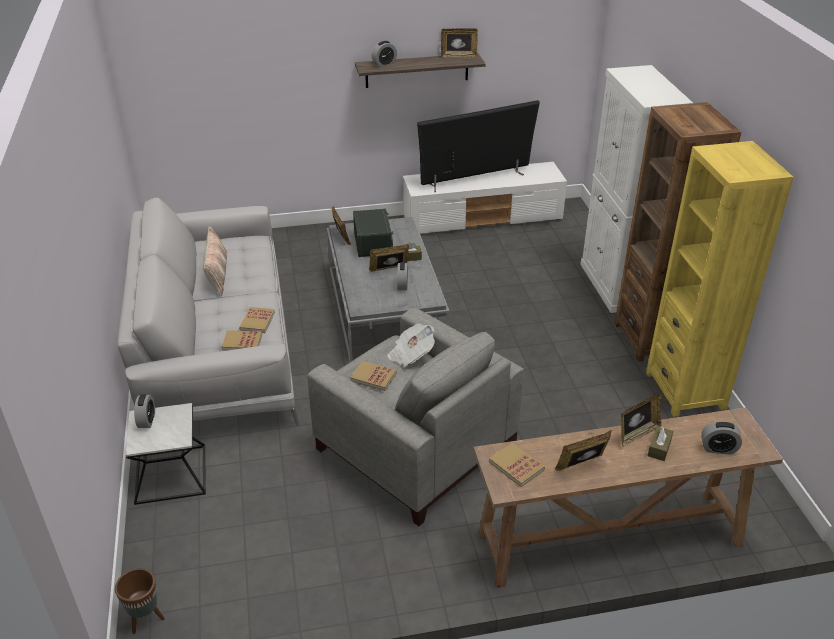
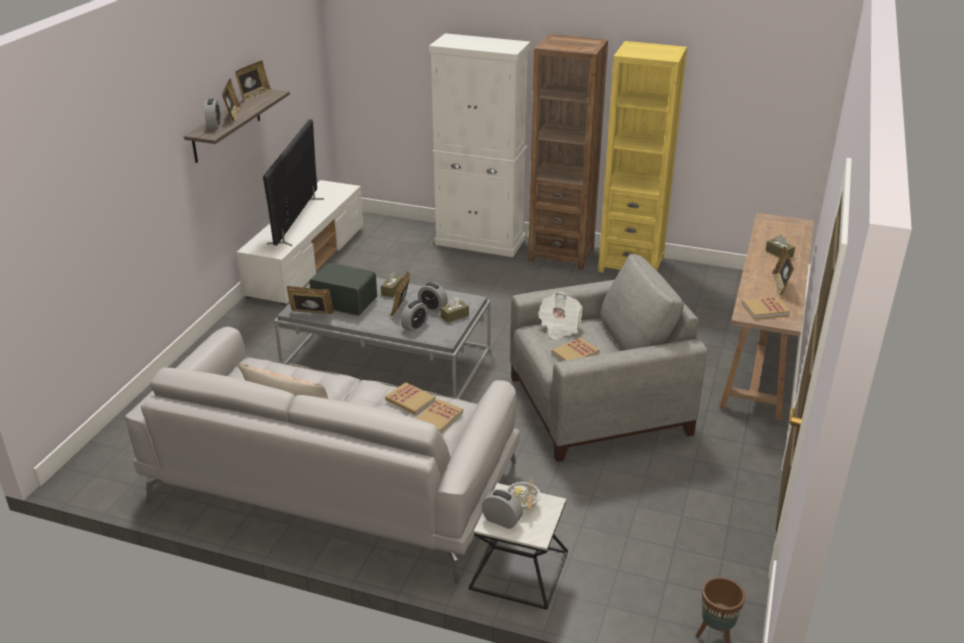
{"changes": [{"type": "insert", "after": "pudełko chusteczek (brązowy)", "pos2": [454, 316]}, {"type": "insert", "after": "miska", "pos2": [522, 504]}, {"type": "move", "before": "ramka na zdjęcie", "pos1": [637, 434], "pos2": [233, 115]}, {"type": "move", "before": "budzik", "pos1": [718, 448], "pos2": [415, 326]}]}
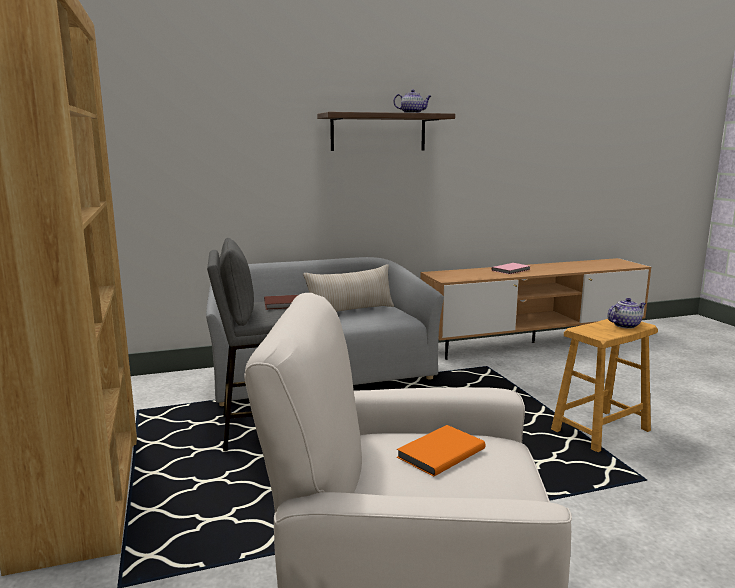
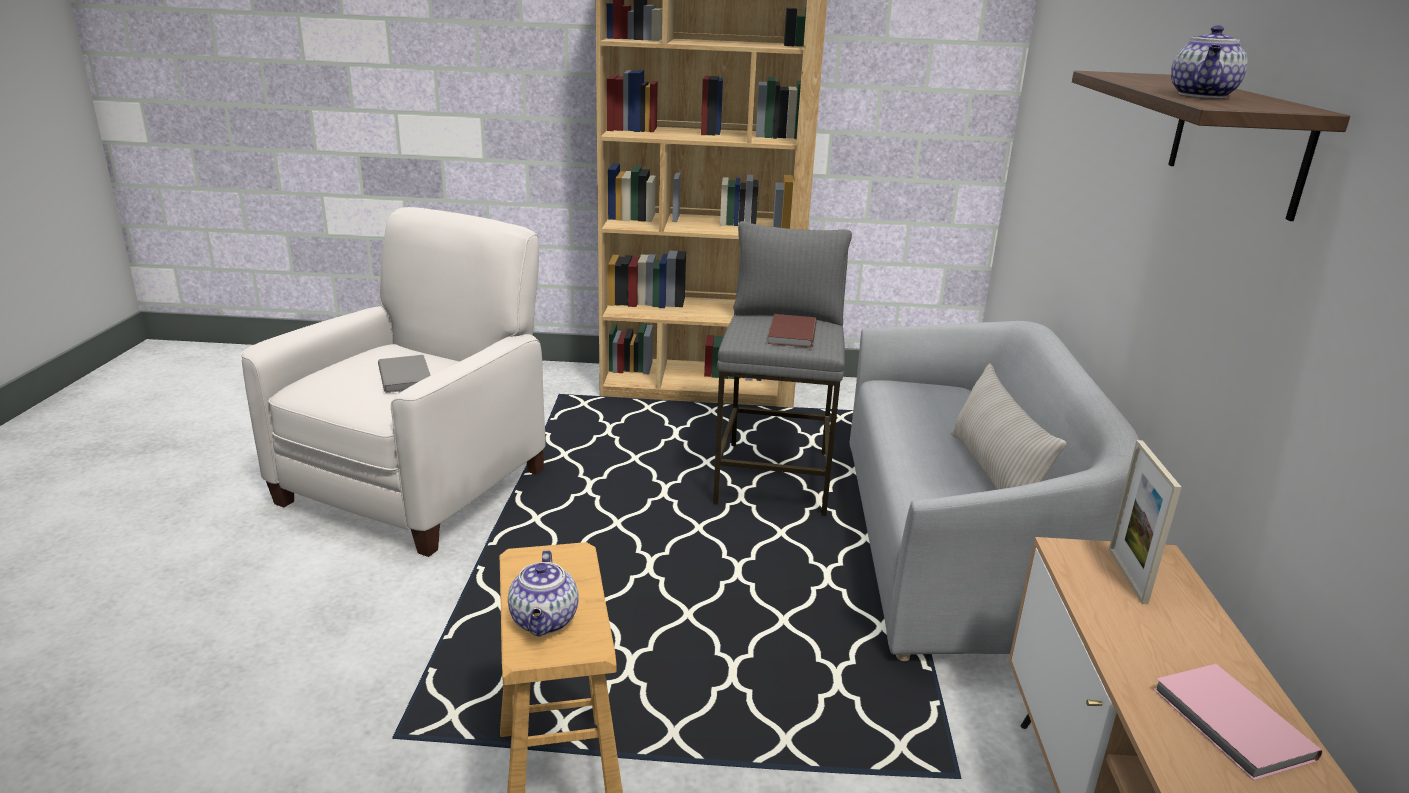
{"changes": [{"type": "insert", "after": "ramka na zdjęcie", "pos2": [1127, 575]}, {"type": "recolor", "before": "książka (pomarańczowy)", "after": "książka (szary)", "pos1": [439, 453], "pos2": [406, 376]}]}
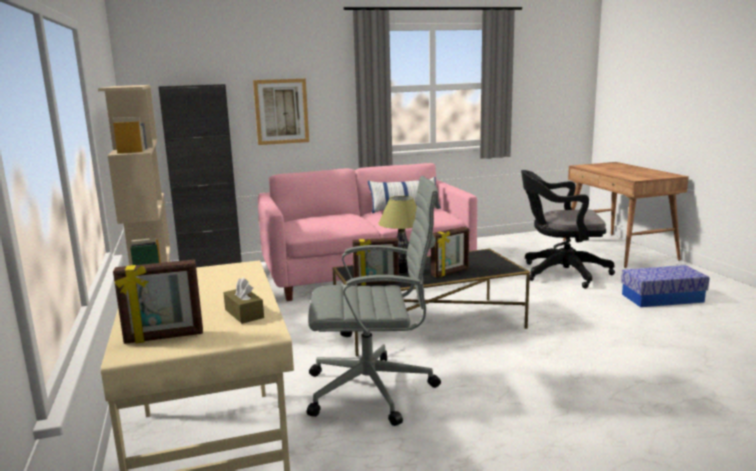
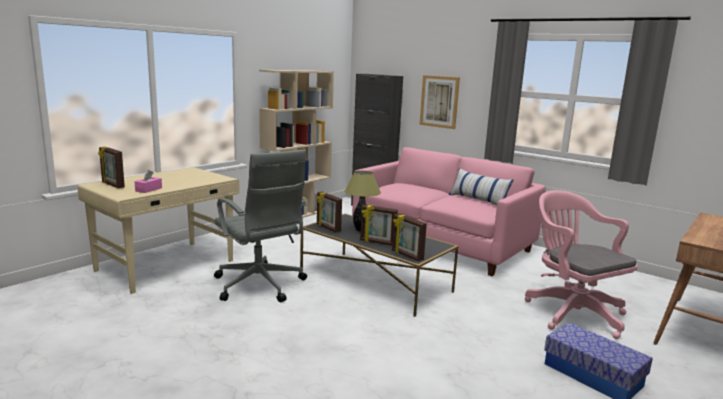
{"changes": [{"type": "insert", "after": "ramka na zdjęcie", "pos2": [407, 255]}, {"type": "recolor", "before": "pudełko chusteczek (brązowy)", "after": "pudełko chusteczek (różowy)", "pos1": [244, 314], "pos2": [148, 189]}, {"type": "recolor", "before": "krzesło biurowe (czarny)", "after": "krzesło biurowe (różowy)", "pos1": [560, 273], "pos2": [571, 312]}]}
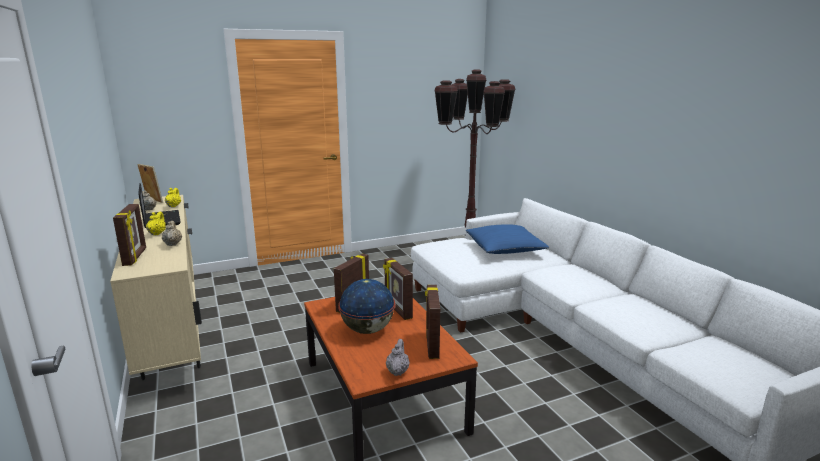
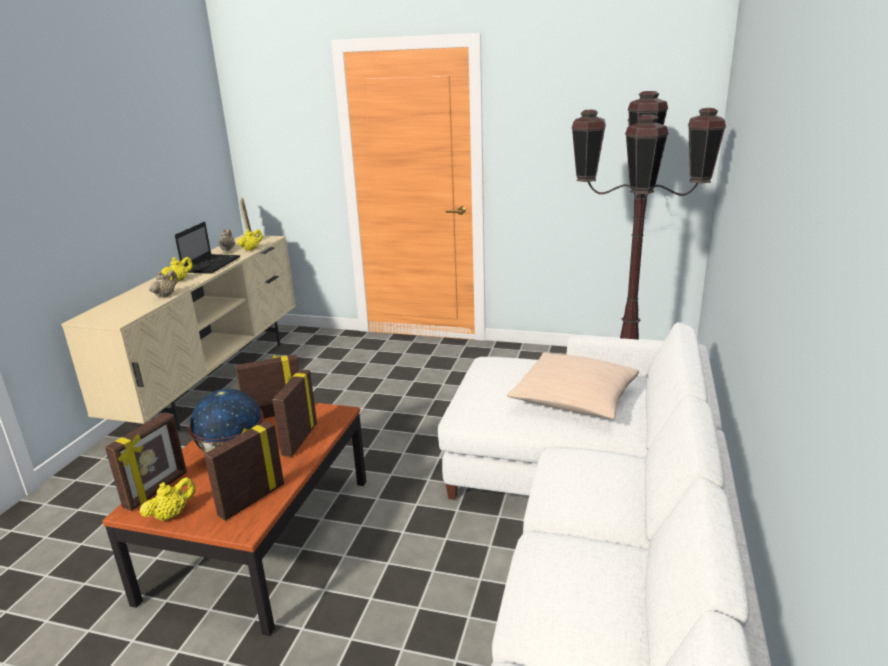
{"changes": [{"type": "move", "before": "ramka na zdjęcie", "pos1": [135, 257], "pos2": [157, 490]}, {"type": "recolor", "before": "imbryk (szary)", "after": "imbryk (żółty)", "pos1": [397, 371], "pos2": [171, 515]}, {"type": "recolor", "before": "poduszka (niebieski)", "after": "poduszka (beżowy)", "pos1": [505, 249], "pos2": [574, 399]}]}
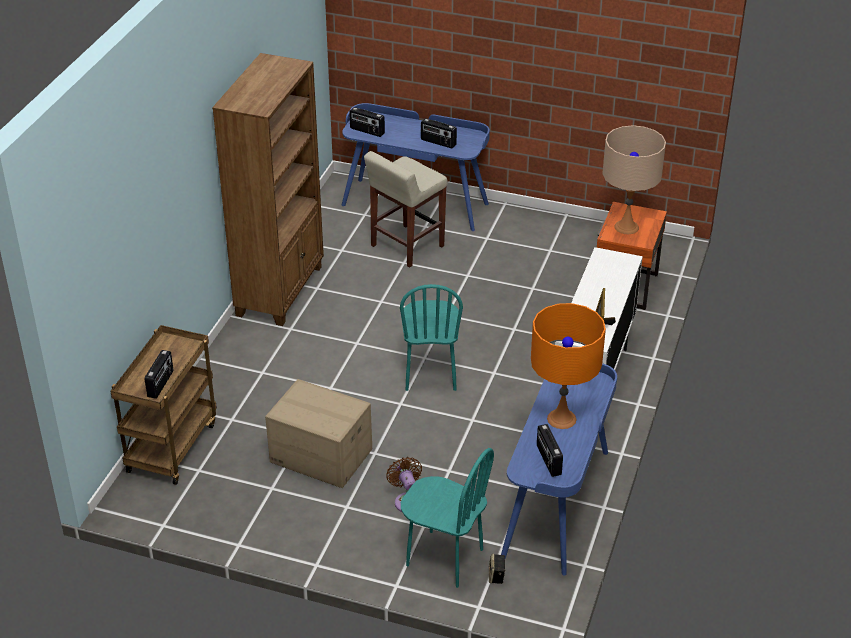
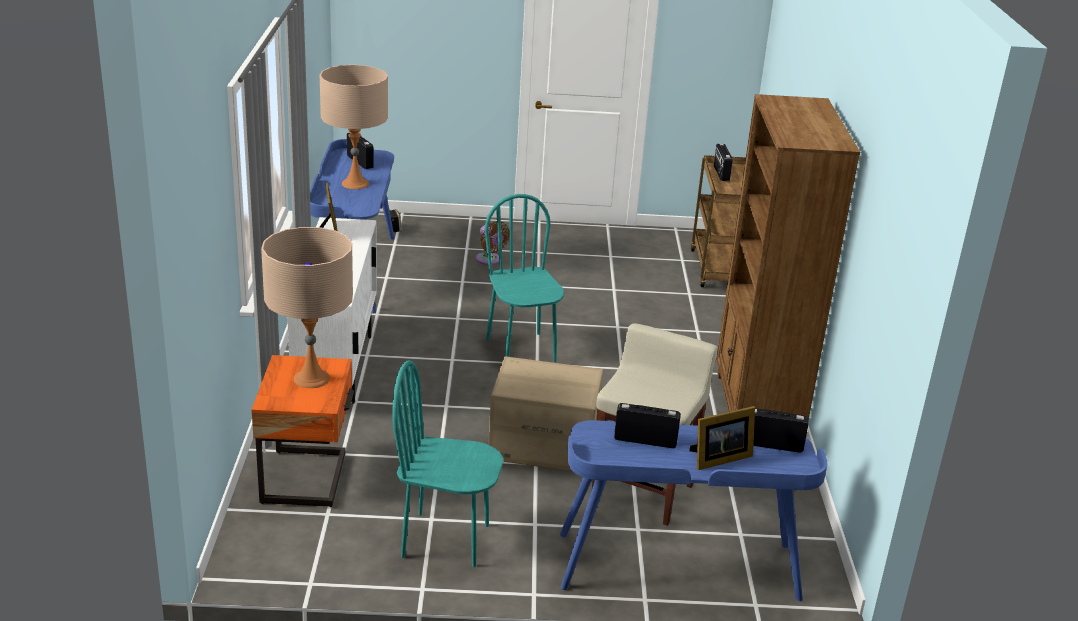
{"changes": [{"type": "insert", "after": "ramka na zdjęcie", "pos2": [718, 458]}, {"type": "move", "before": "karton", "pos1": [320, 456], "pos2": [543, 445]}, {"type": "move", "before": "krzesło (turkusowy)", "pos1": [444, 558], "pos2": [446, 540]}, {"type": "recolor", "before": "lampa stołowa (pomarańczowy)", "after": "lampa stołowa (beżowy)", "pos1": [561, 419], "pos2": [355, 183]}]}
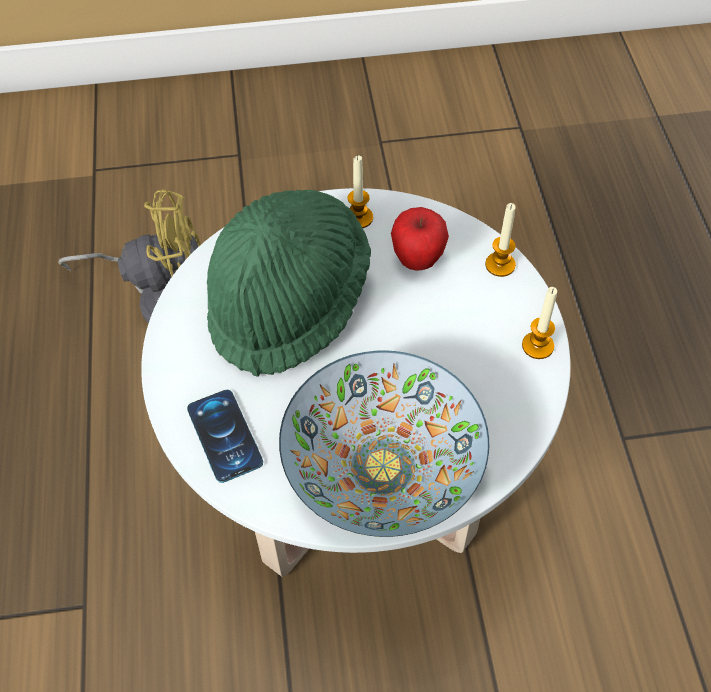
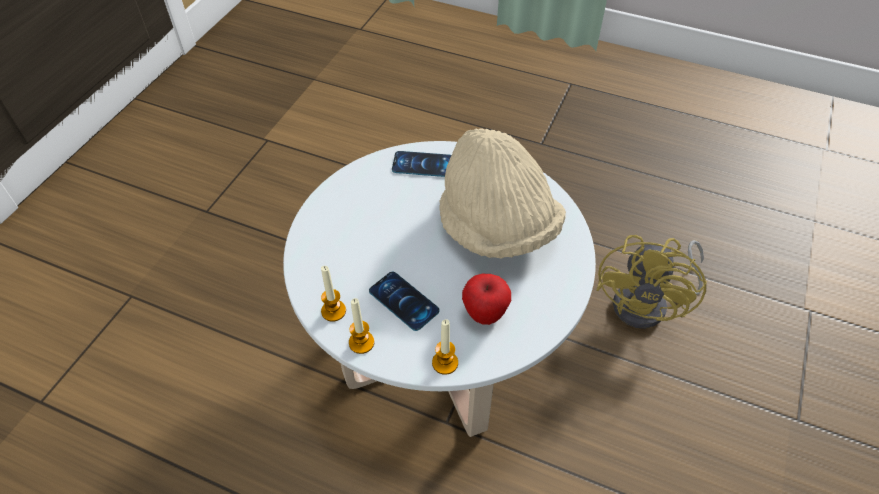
{"changes": [{"type": "delete", "before": "miska", "pos1": [384, 467]}, {"type": "insert", "after": "telefon", "pos2": [403, 301]}, {"type": "move", "before": "świeca", "pos1": [358, 218], "pos2": [333, 311]}, {"type": "recolor", "before": "kapelusz (zielony)", "after": "kapelusz (beżowy)", "pos1": [288, 302], "pos2": [496, 228]}]}
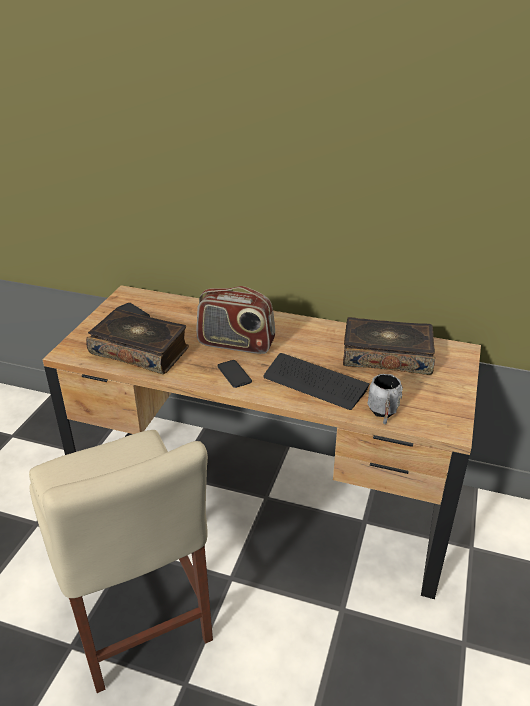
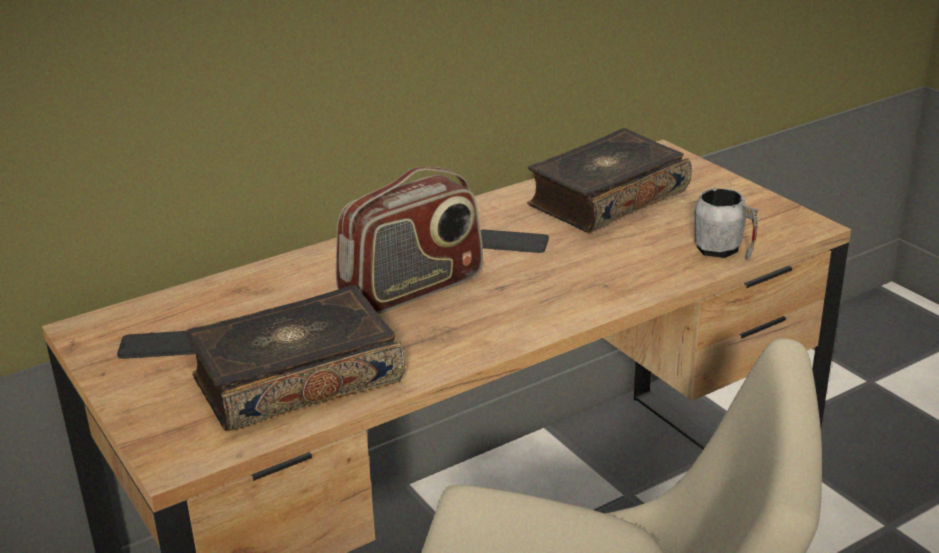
{"changes": [{"type": "delete", "before": "klawiatura", "pos1": [315, 383]}, {"type": "move", "before": "telefon", "pos1": [234, 374], "pos2": [511, 242]}]}
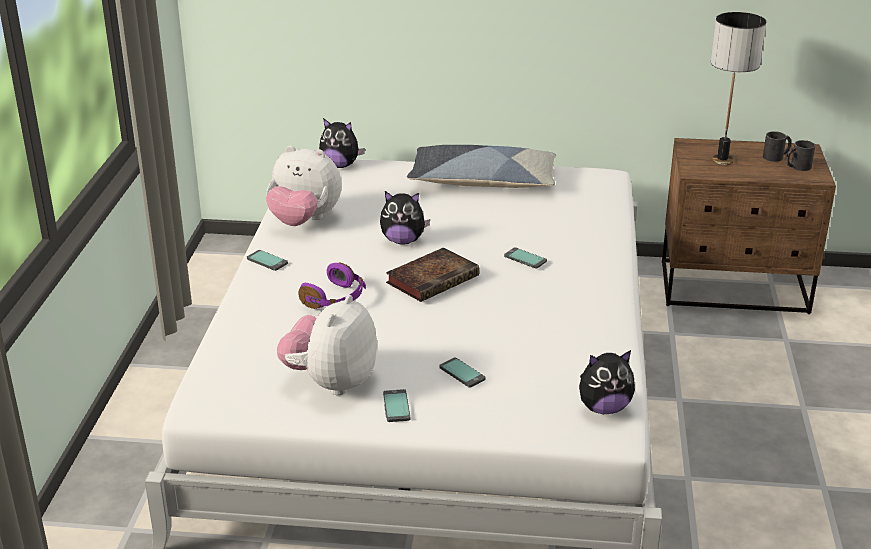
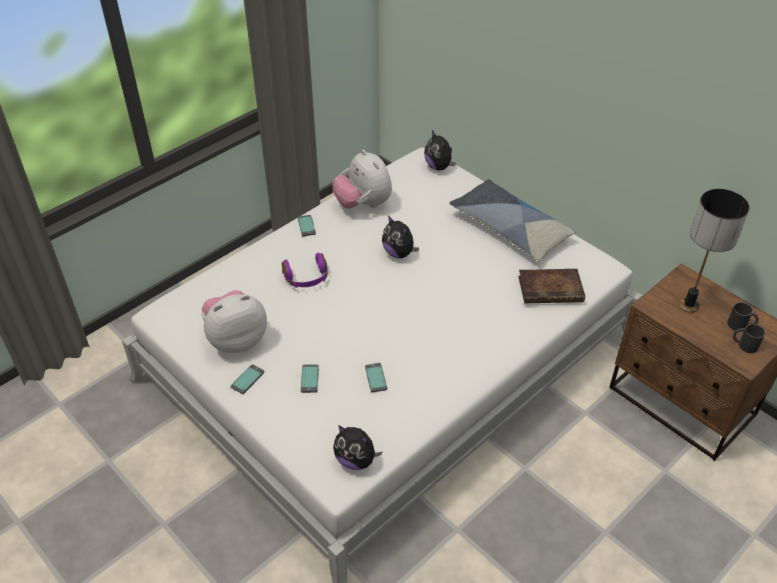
{"changes": [{"type": "move", "before": "książka", "pos1": [433, 278], "pos2": [552, 289]}, {"type": "move", "before": "telefon", "pos1": [525, 259], "pos2": [375, 378]}]}
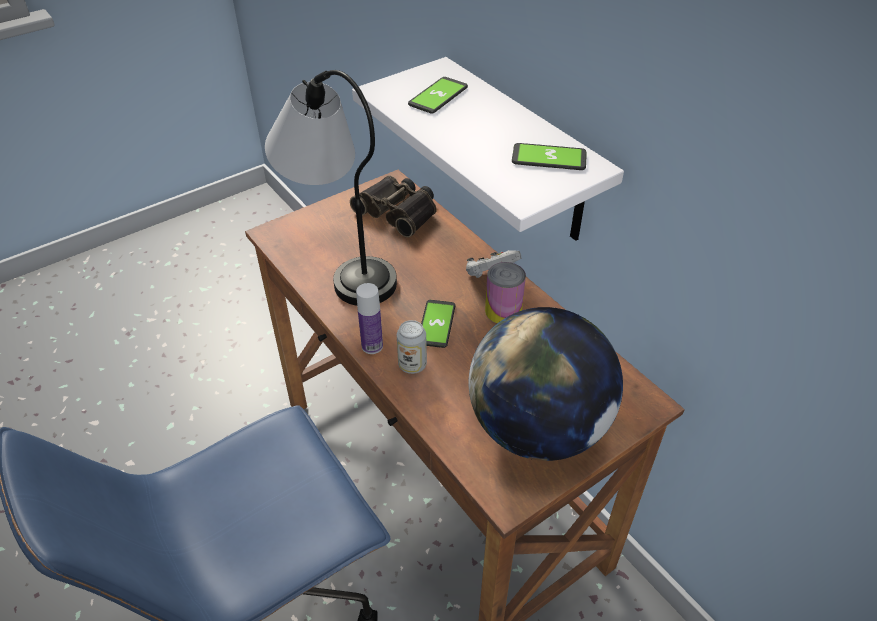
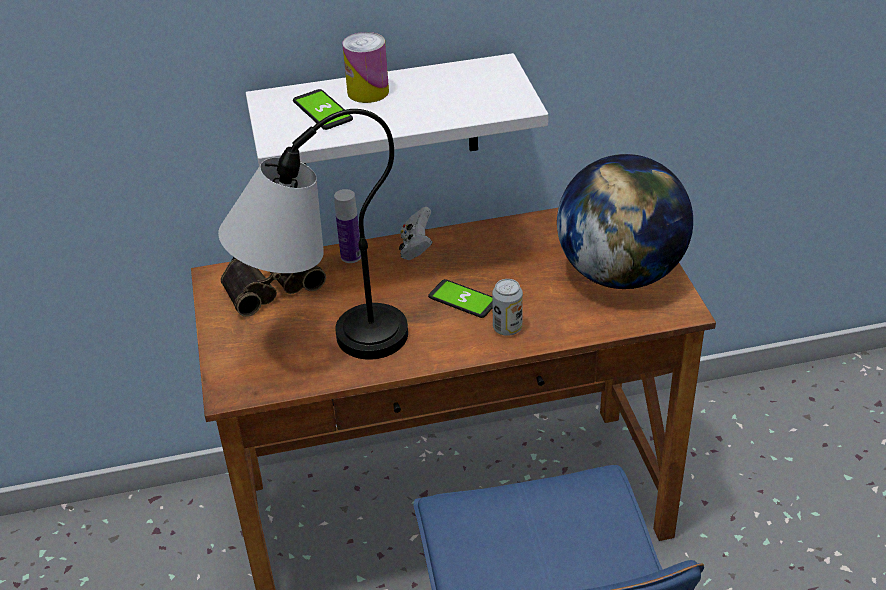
{"changes": [{"type": "delete", "before": "telefon", "pos1": [549, 158]}, {"type": "move", "before": "butelka", "pos1": [372, 346], "pos2": [351, 256]}, {"type": "move", "before": "puszka", "pos1": [503, 311], "pos2": [368, 92]}]}
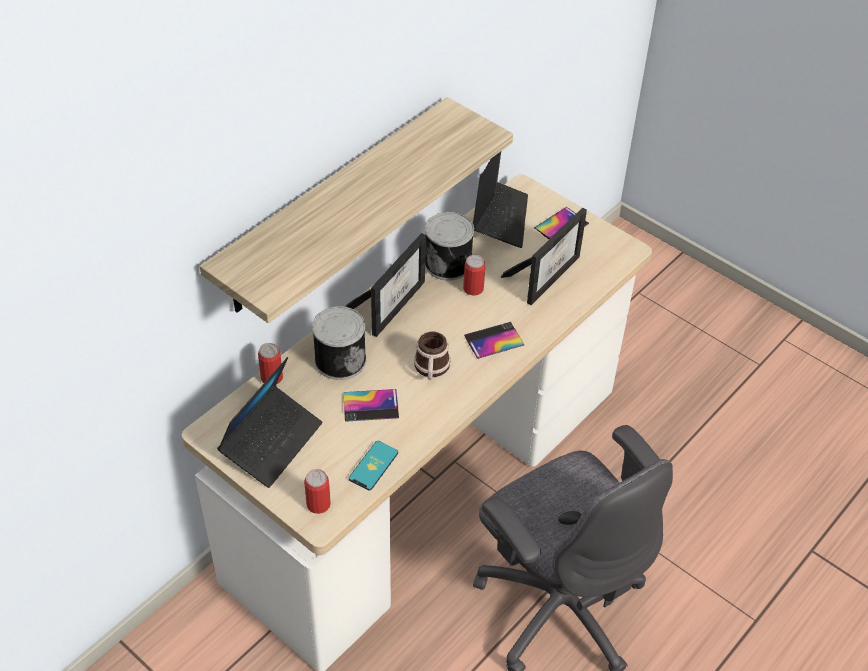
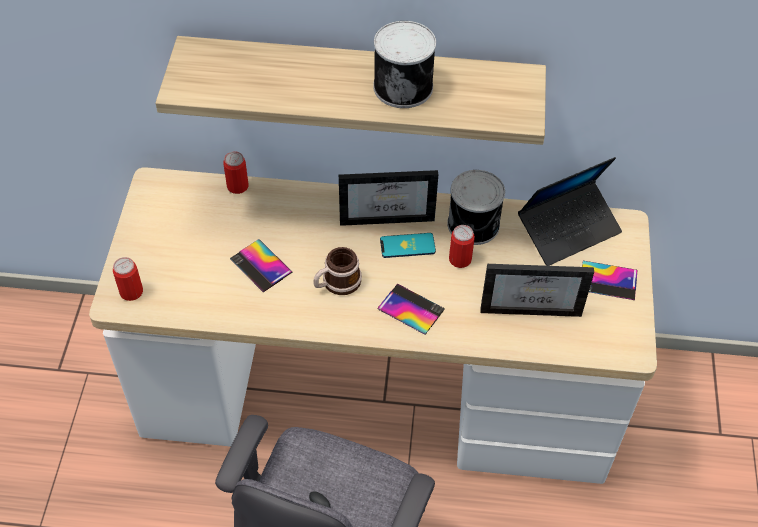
{"changes": [{"type": "delete", "before": "laptop", "pos1": [272, 442]}, {"type": "move", "before": "puszka", "pos1": [339, 359], "pos2": [403, 86]}, {"type": "move", "before": "telefon", "pos1": [373, 466], "pos2": [407, 246]}]}
